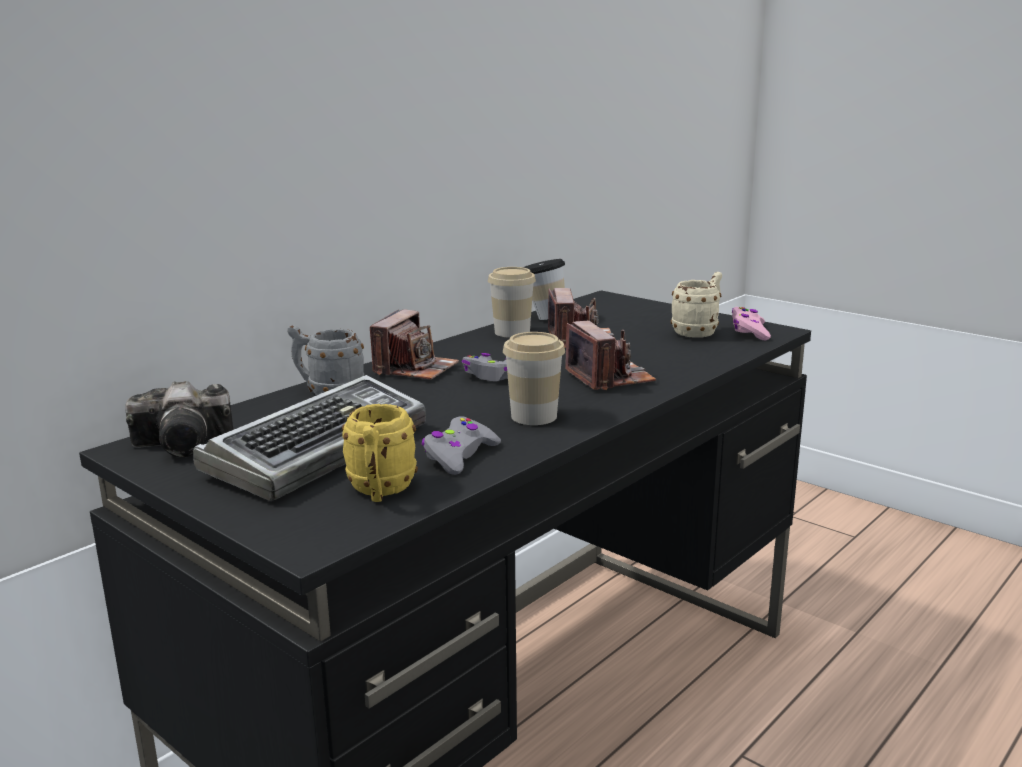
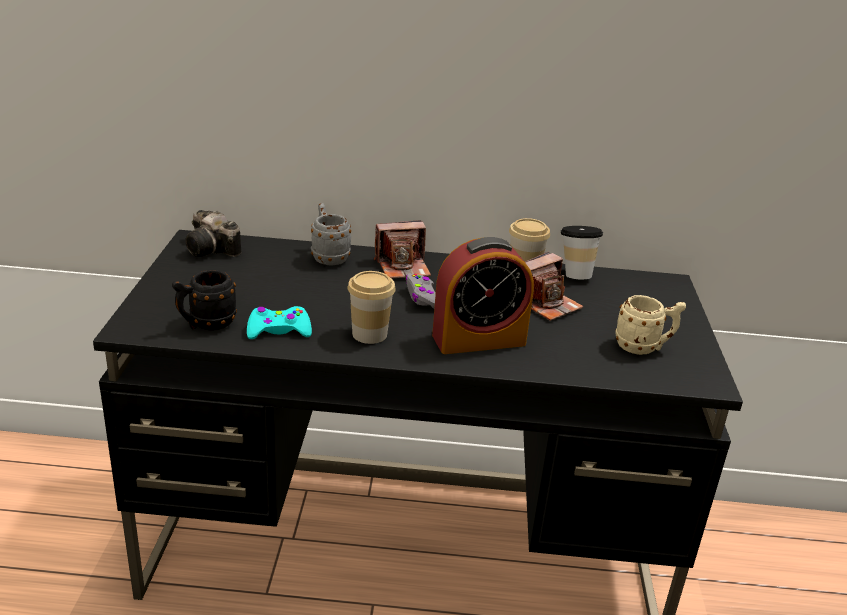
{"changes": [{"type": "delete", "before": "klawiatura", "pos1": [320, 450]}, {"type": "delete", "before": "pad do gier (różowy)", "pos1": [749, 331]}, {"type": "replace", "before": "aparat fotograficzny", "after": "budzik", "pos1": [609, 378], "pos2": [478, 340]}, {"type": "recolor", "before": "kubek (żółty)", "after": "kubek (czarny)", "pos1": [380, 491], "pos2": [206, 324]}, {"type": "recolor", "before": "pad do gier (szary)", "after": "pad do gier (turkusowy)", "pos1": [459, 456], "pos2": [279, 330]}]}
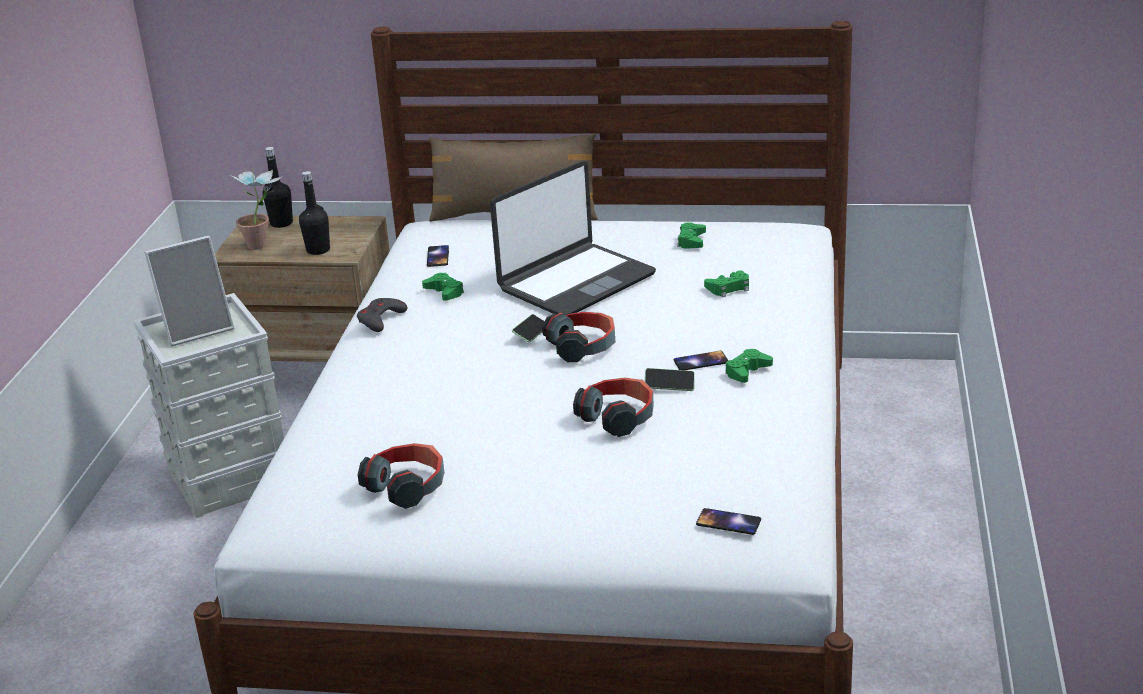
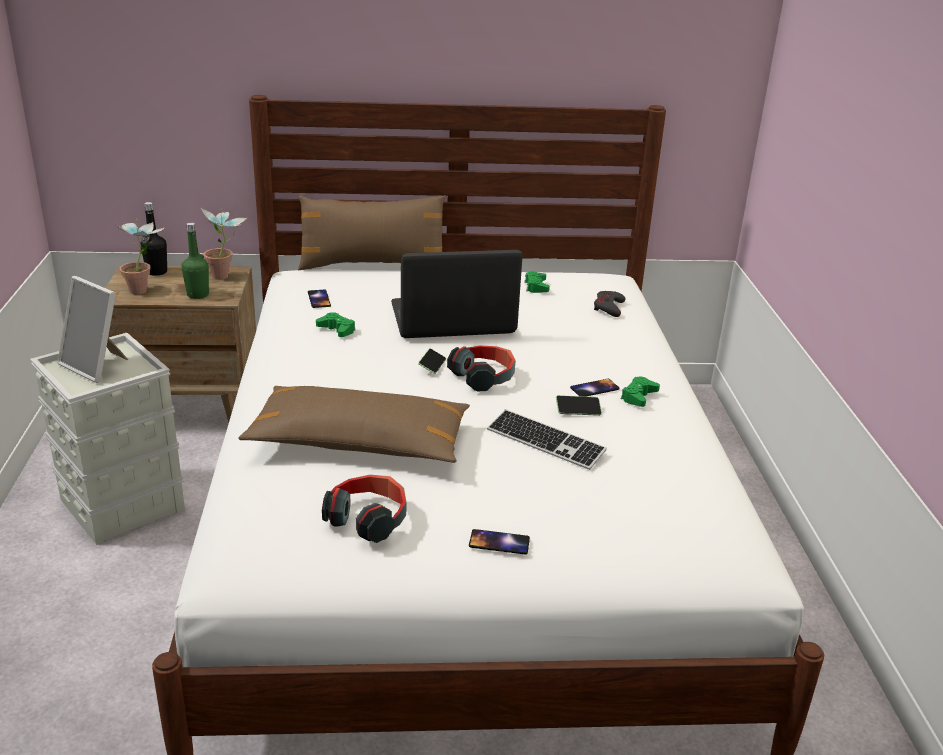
{"changes": [{"type": "delete", "before": "pad do gier (zielony)", "pos1": [728, 288]}, {"type": "insert", "after": "roślina doniczkowa", "pos2": [225, 277]}, {"type": "insert", "after": "poduszka (brązowy)", "pos2": [359, 442]}, {"type": "move", "before": "pad do gier (szary)", "pos1": [380, 319], "pos2": [608, 307]}, {"type": "move", "before": "telefon", "pos1": [728, 522], "pos2": [499, 542]}, {"type": "replace", "before": "słuchawki", "after": "klawiatura", "pos1": [618, 417], "pos2": [545, 442]}, {"type": "recolor", "before": "butelka (czarny)", "after": "butelka (zielony)", "pos1": [318, 250], "pos2": [198, 295]}, {"type": "rotate", "before": "ramka na zdjęcie", "pos1": [197, 329], "pos2": [97, 366], "turn": 75}, {"type": "rotate", "before": "laptop", "pos1": [575, 282], "pos2": [452, 320], "turn": -135}]}
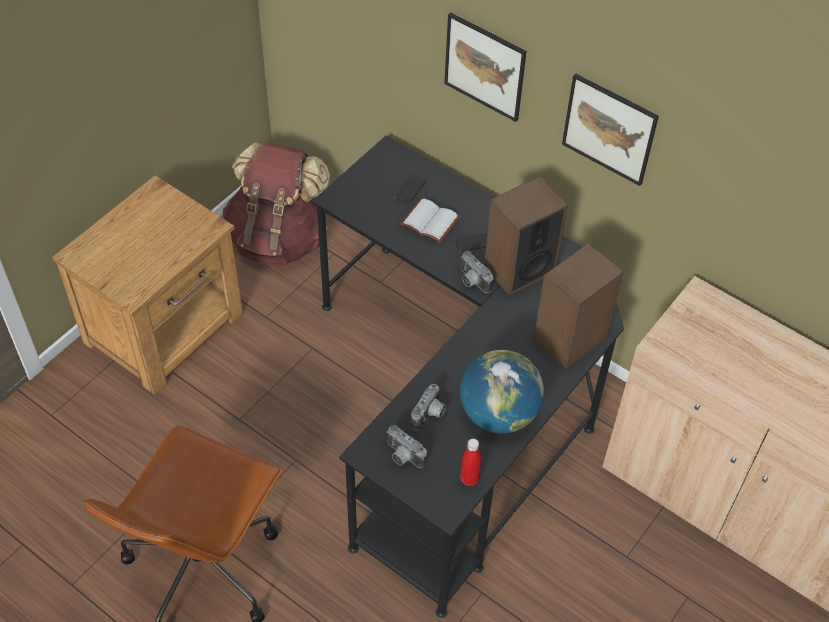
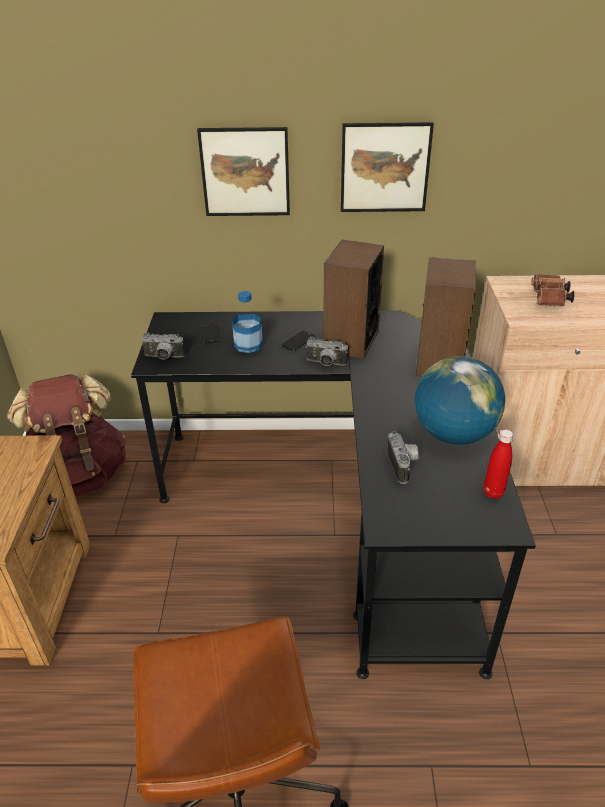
{"changes": [{"type": "insert", "after": "lornetka (brązowy)", "pos2": [549, 300]}, {"type": "move", "before": "aparat fotograficzny", "pos1": [402, 456], "pos2": [163, 357]}, {"type": "replace", "before": "książka (biały)", "after": "butelka", "pos1": [428, 222], "pos2": [248, 345]}]}
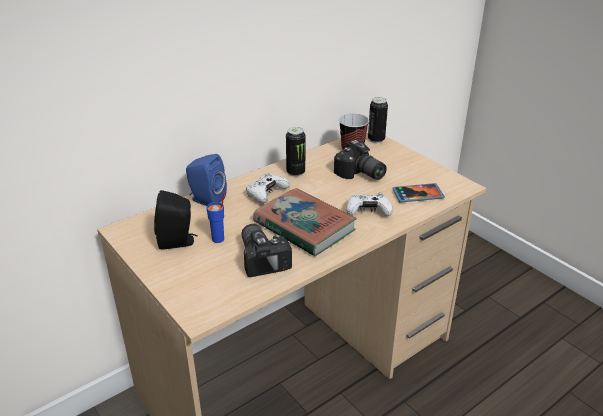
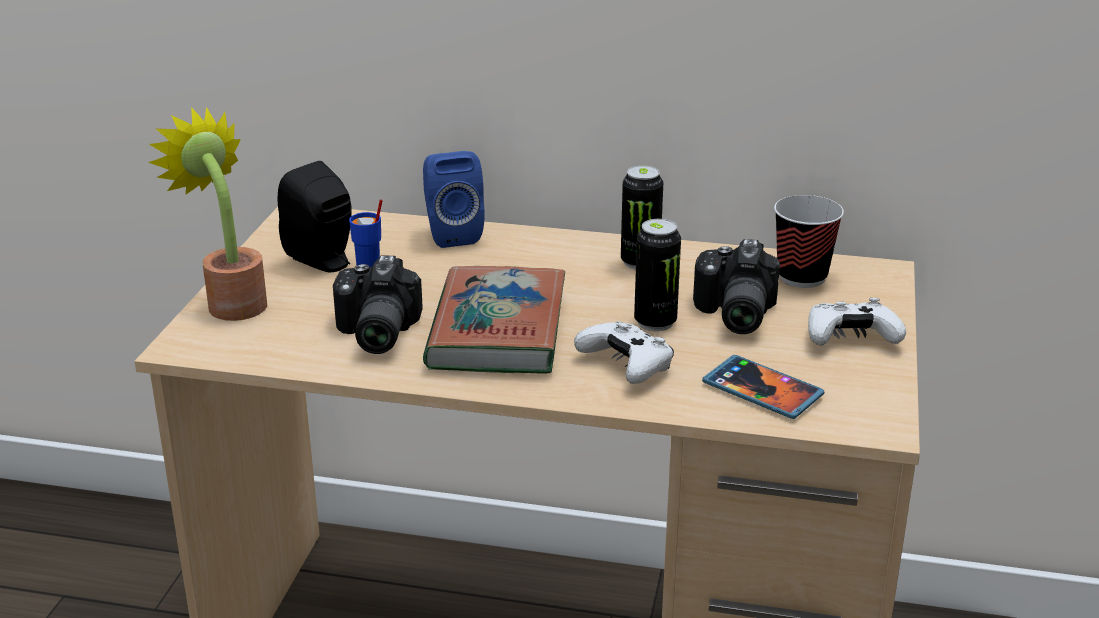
{"changes": [{"type": "insert", "after": "roślina doniczkowa", "pos2": [232, 301]}, {"type": "move", "before": "pad do gier (biały)", "pos1": [266, 194], "pos2": [850, 338]}, {"type": "move", "before": "puszka", "pos1": [376, 139], "pos2": [655, 322]}, {"type": "rotate", "before": "aparat fotograficzny", "pos1": [264, 257], "pos2": [373, 333], "turn": 150}]}
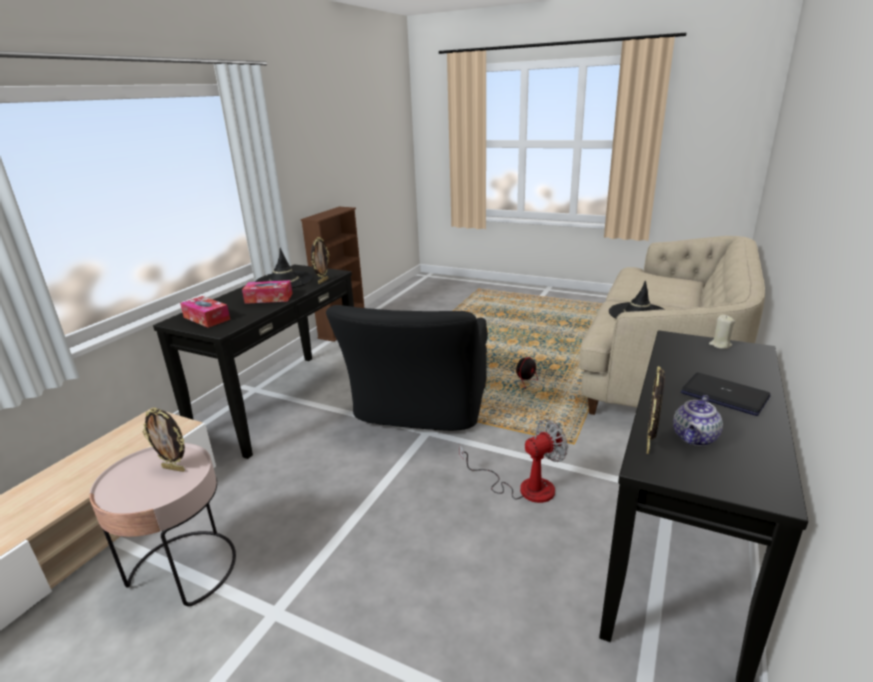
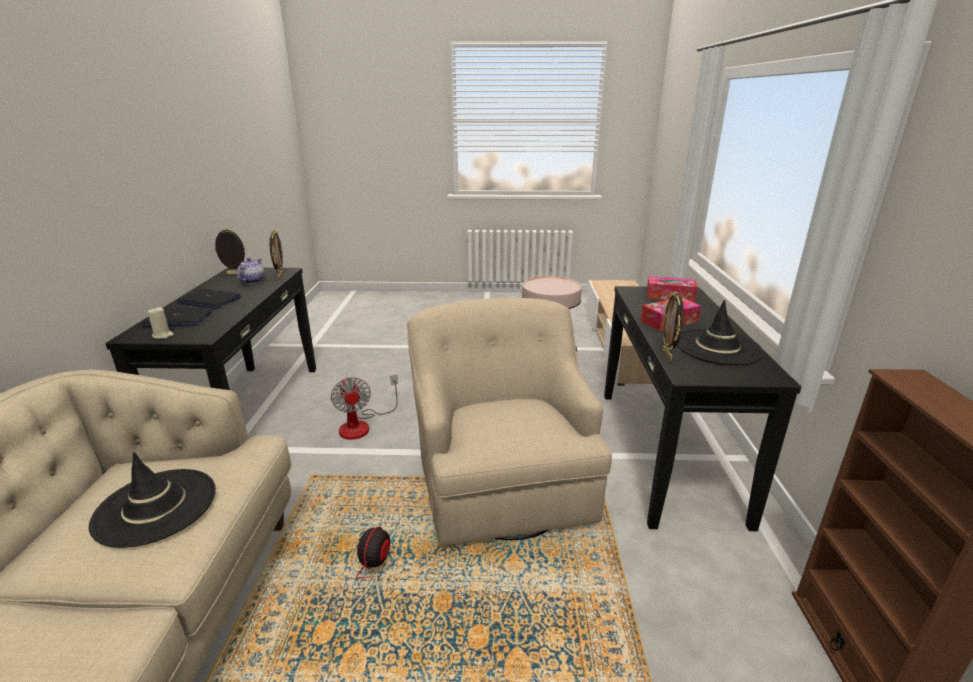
{"changes": [{"type": "insert", "after": "laptop", "pos2": [178, 319]}, {"type": "move", "before": "ramka na zdjęcie", "pos1": [174, 468], "pos2": [235, 274]}, {"type": "recolor", "before": "fotel (czarny)", "after": "fotel (beżowy)", "pos1": [420, 408], "pos2": [502, 479]}, {"type": "rotate", "before": "wentylator", "pos1": [524, 487], "pos2": [362, 425], "turn": -60}]}
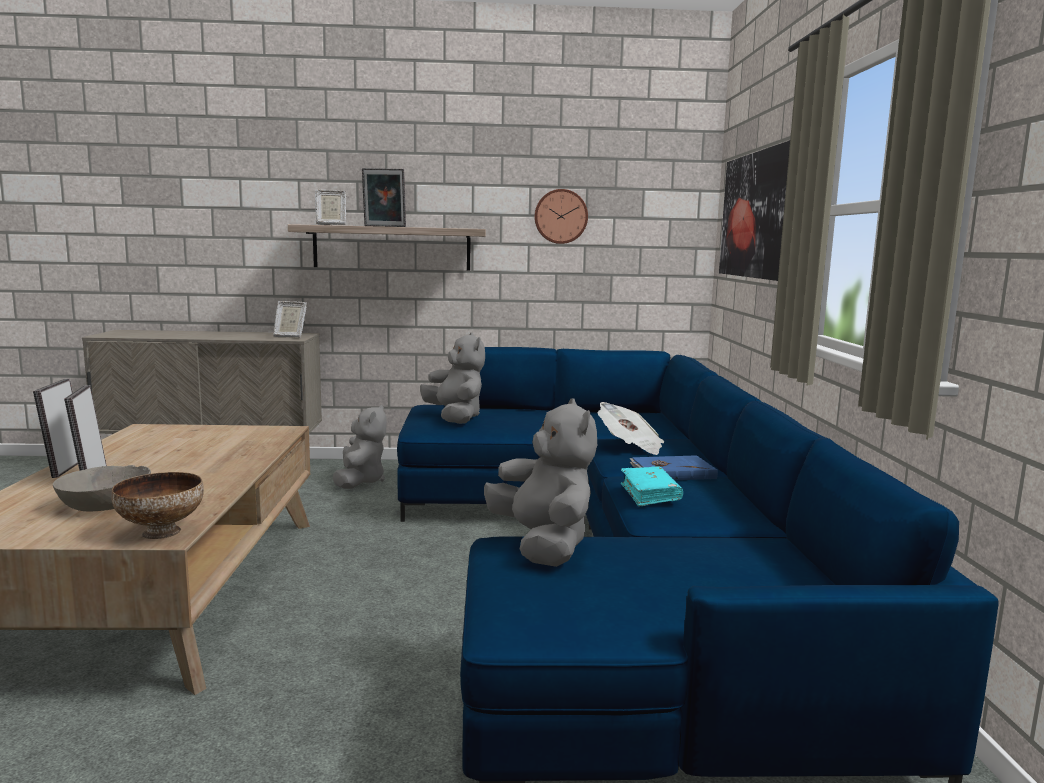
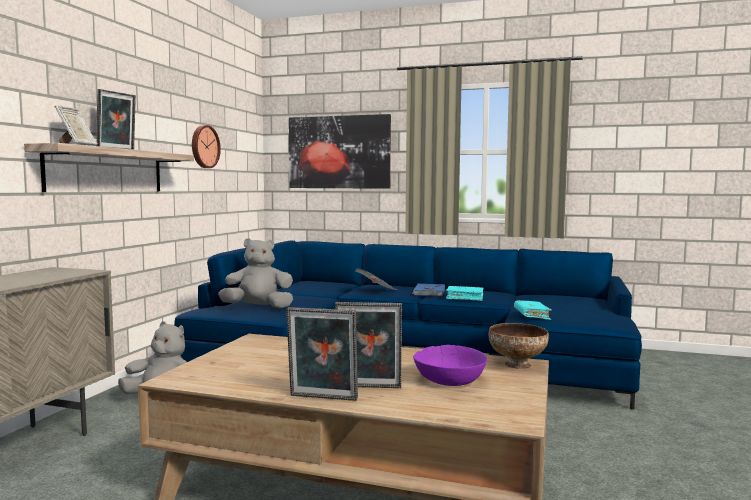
{"changes": [{"type": "delete", "before": "ramka na zdjęcie", "pos1": [289, 336]}, {"type": "replace", "before": "pluszak (szary)", "after": "książka (turkusowy)", "pos1": [543, 545], "pos2": [531, 315]}, {"type": "recolor", "before": "miska (szary)", "after": "miska (fioletowy)", "pos1": [105, 504], "pos2": [449, 380]}]}
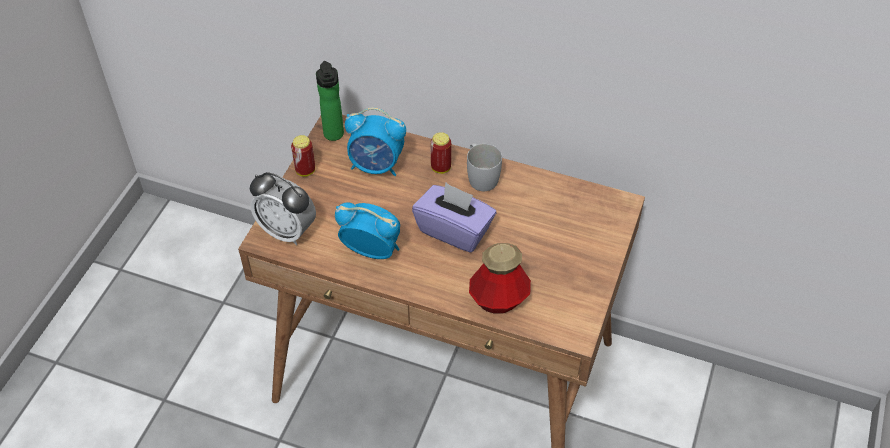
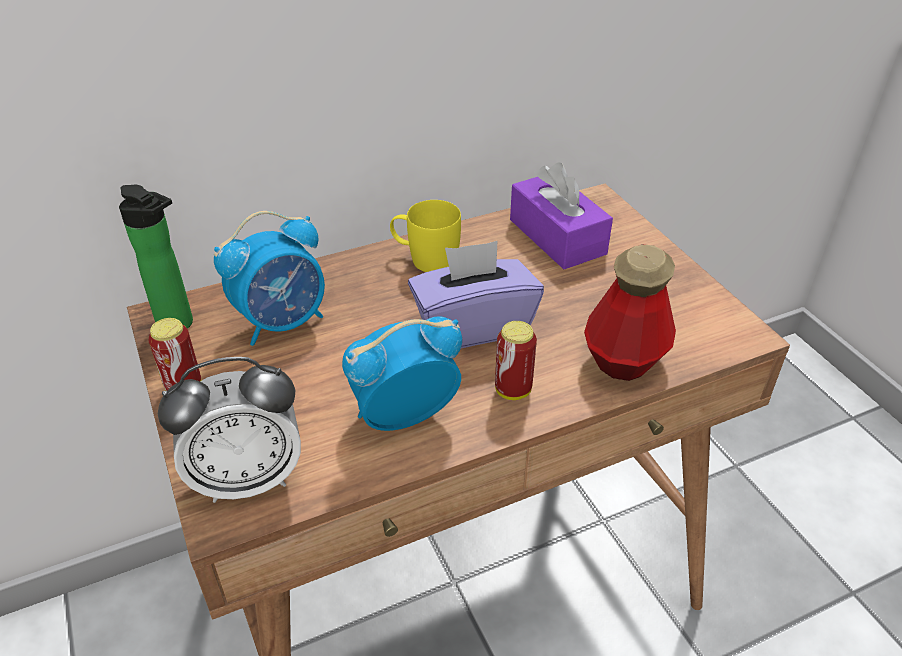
{"changes": [{"type": "insert", "after": "pudełko chusteczek (fioletowy)", "pos2": [557, 237]}, {"type": "move", "before": "puszka", "pos1": [441, 168], "pos2": [513, 390]}, {"type": "recolor", "before": "kubek (biały)", "after": "kubek (żółty)", "pos1": [480, 176], "pos2": [425, 258]}]}
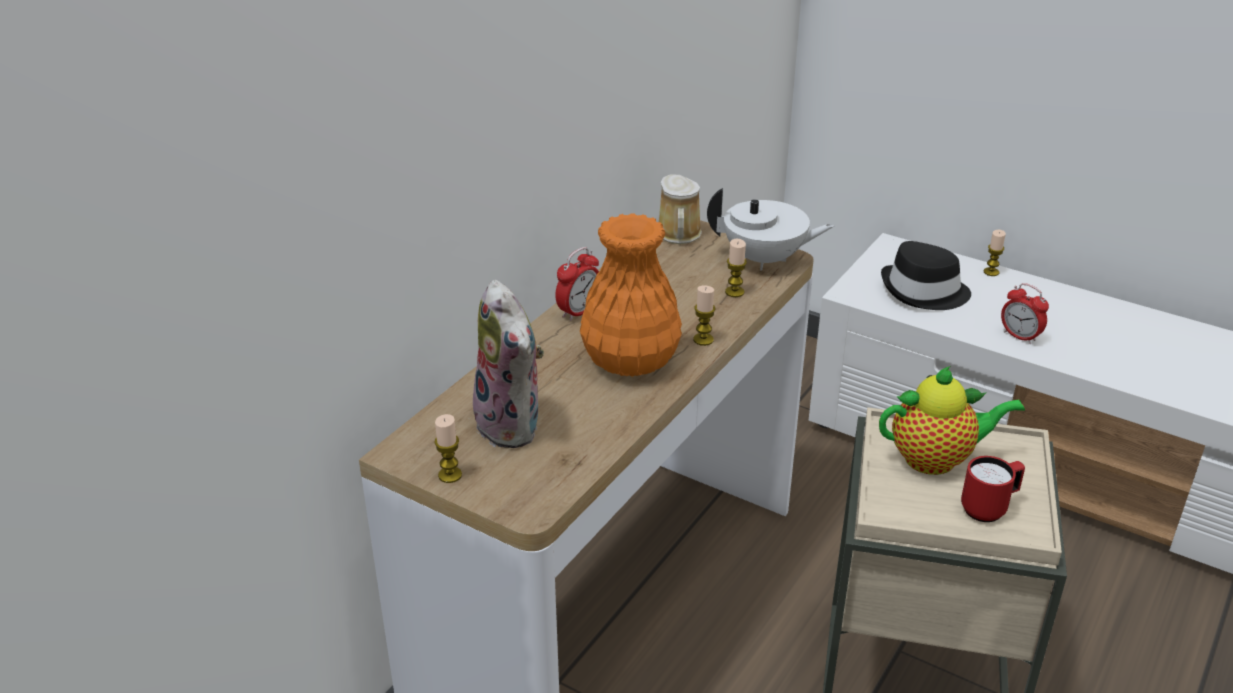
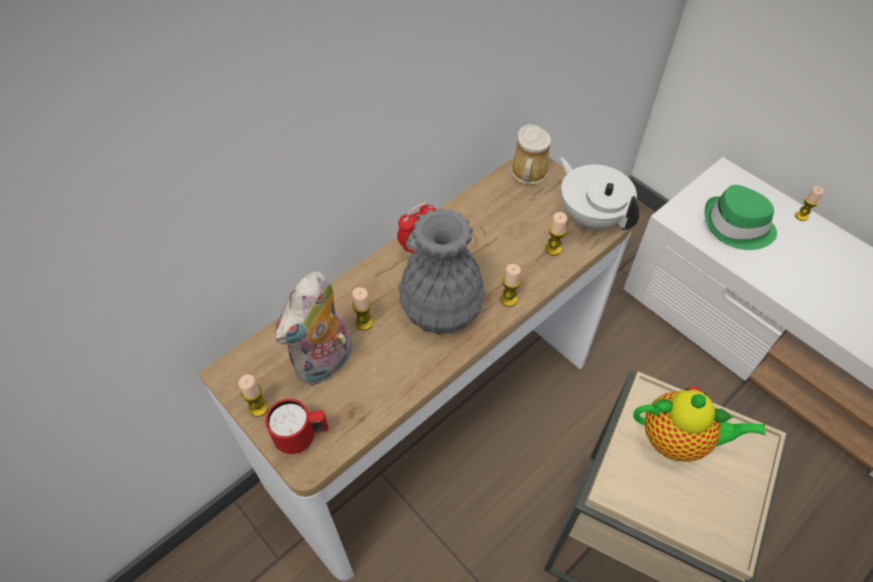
{"changes": [{"type": "delete", "before": "budzik", "pos1": [1020, 336]}, {"type": "insert", "after": "świeca", "pos2": [364, 323]}, {"type": "move", "before": "kubek (czerwony)", "pos1": [989, 508], "pos2": [302, 437]}, {"type": "recolor", "before": "wazon (pomarańczowy)", "after": "wazon (szary)", "pos1": [630, 360], "pos2": [441, 310]}, {"type": "recolor", "before": "kapelusz (czarny)", "after": "kapelusz (zielony)", "pos1": [924, 291], "pos2": [737, 226]}, {"type": "rotate", "before": "pluszak", "pos1": [514, 425], "pos2": [325, 363], "turn": 45}, {"type": "rotate", "before": "imbryk (biały)", "pos1": [765, 259], "pos2": [591, 216], "turn": -150}]}
